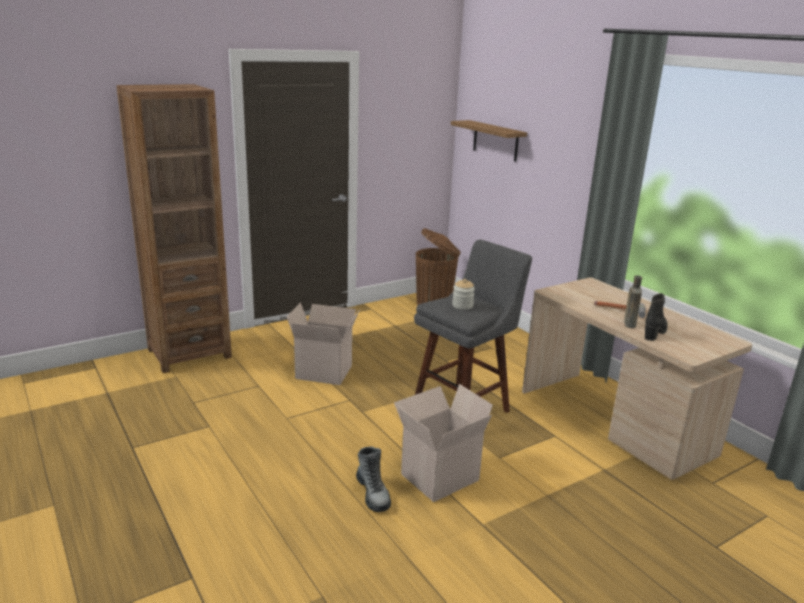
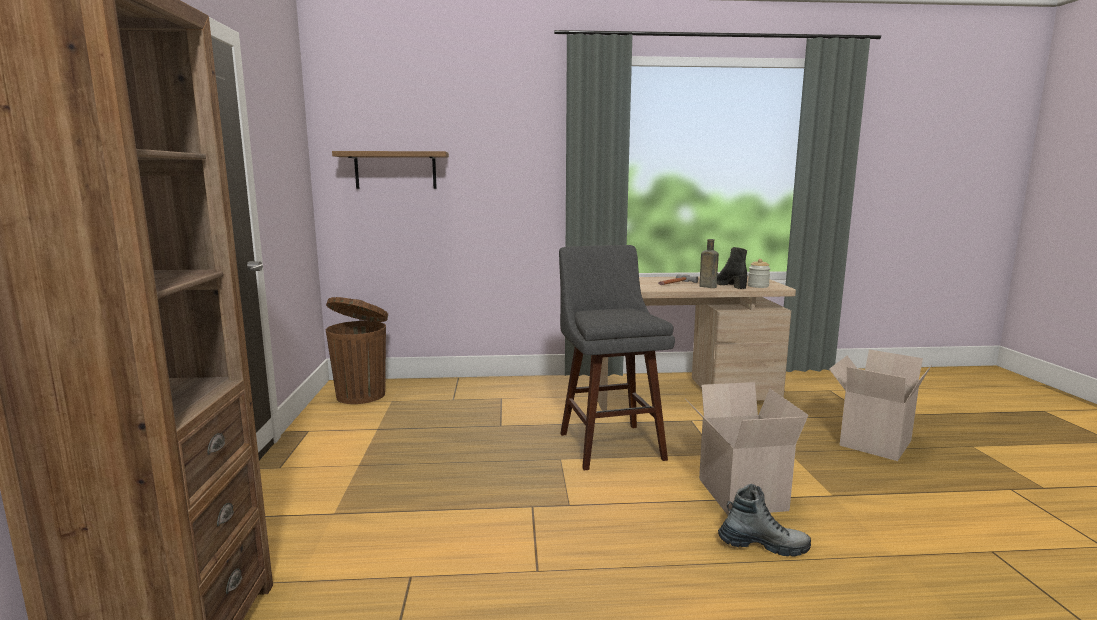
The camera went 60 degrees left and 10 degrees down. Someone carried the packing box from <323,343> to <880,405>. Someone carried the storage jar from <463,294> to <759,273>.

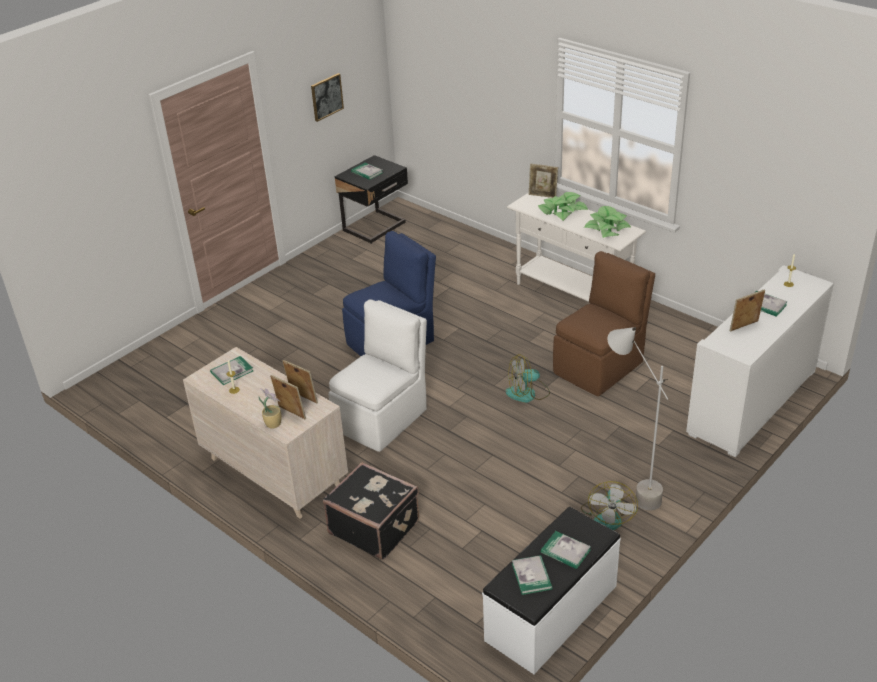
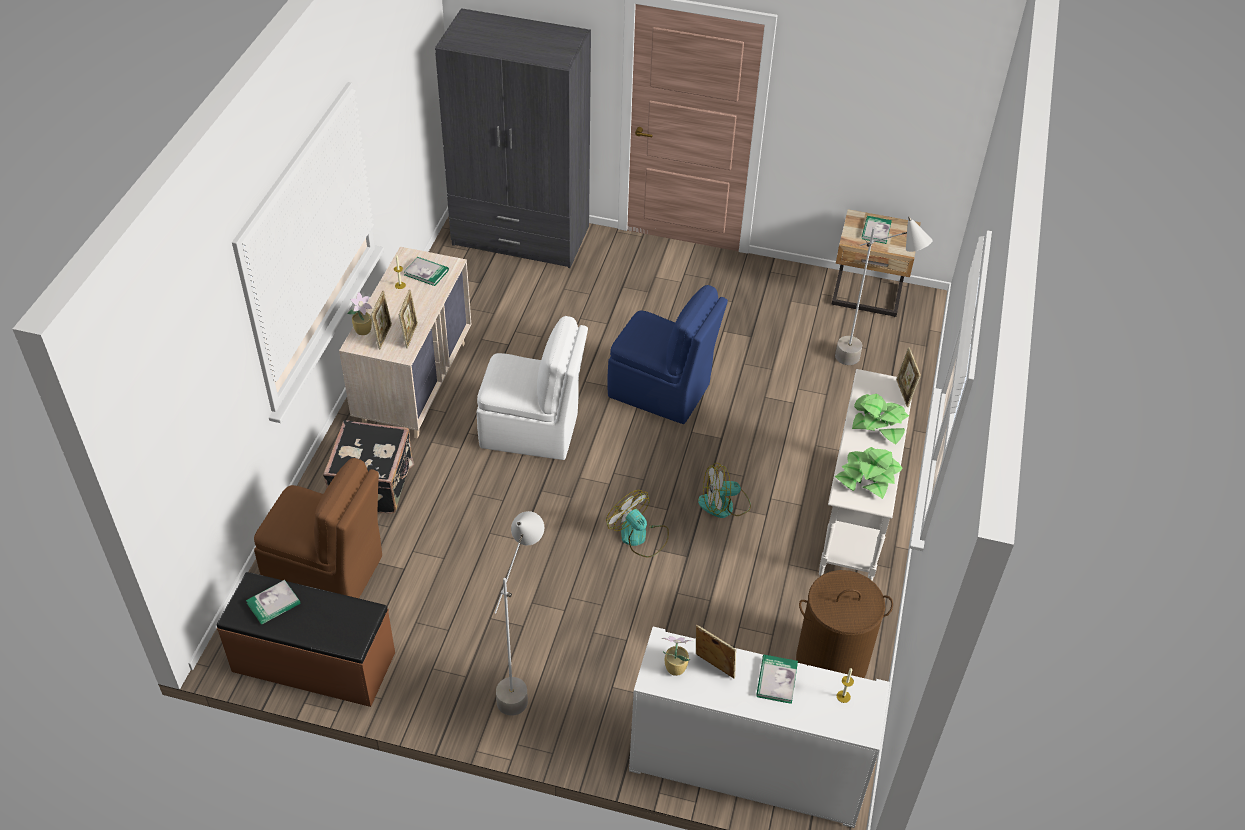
The camera went 60 degrees right and 10 degrees up. Someone took away the wall art at <327,97>. Someone took away the bound book at <566,550>. Someone put down the gray armoire at <513,138>. Someone put down the plant in a pot at <677,656>. Someone put down the brownish laundry basket at <844,624>. Someone put down the gray floor lamp at <884,290>. Someone carried the brownish plain chair from <604,323> to <318,528>. Someone carried the electric fan from <609,505> to <724,490>. Someone repainted the blackish bedside table at <371,199>, which became the sand-coloured bedside table at <876,263>. Someone repainted the whitish bench at <551,590>, which became the brownish bench at <306,639>.

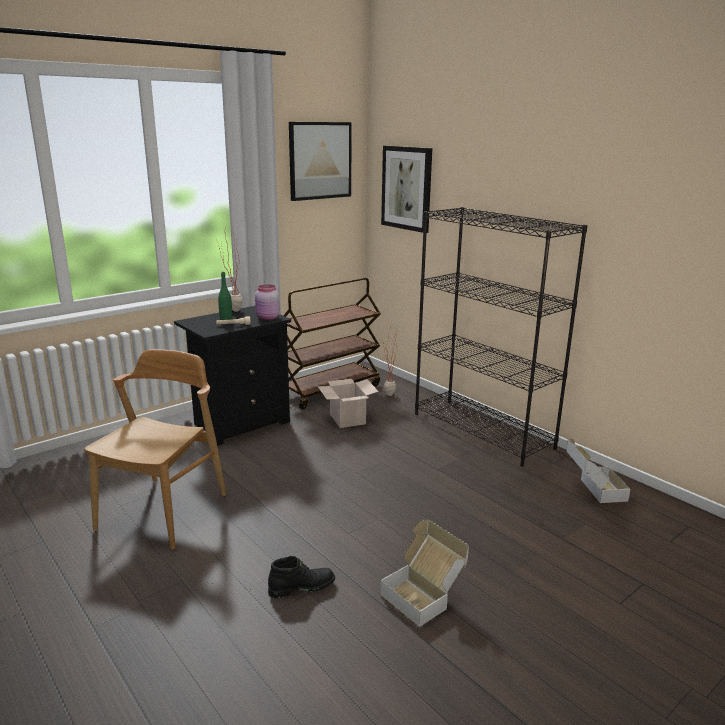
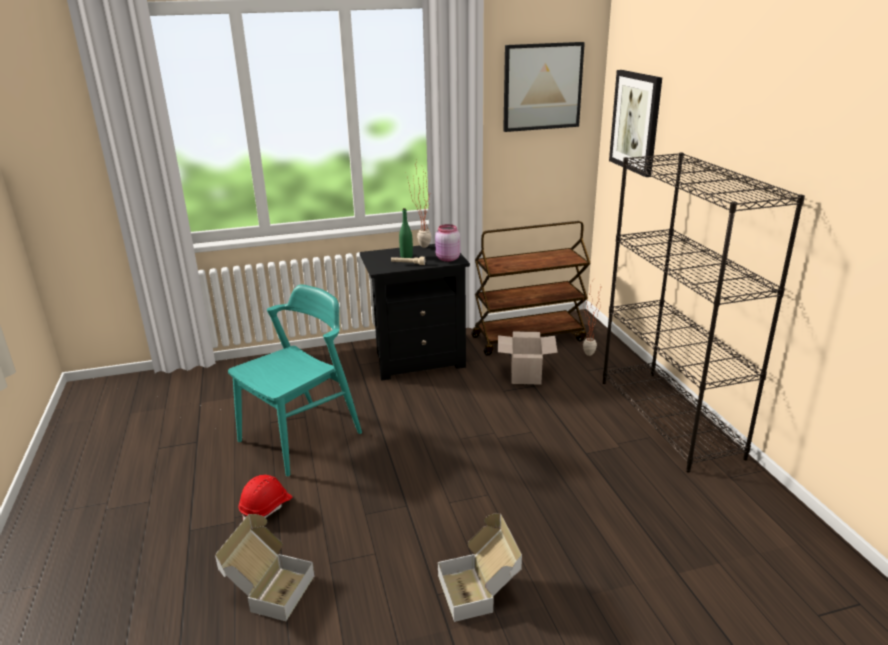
The camera went 25 degrees right and 5 degrees up. Someone took away the blackish tall boot at <301,577>. Someone put down the red-coloured work helmet at <265,497>. Someone carried the packing box from <598,471> to <265,567>. Someone repainted the brownish plain chair at <155,449>, which became the blue-green plain chair at <295,380>.

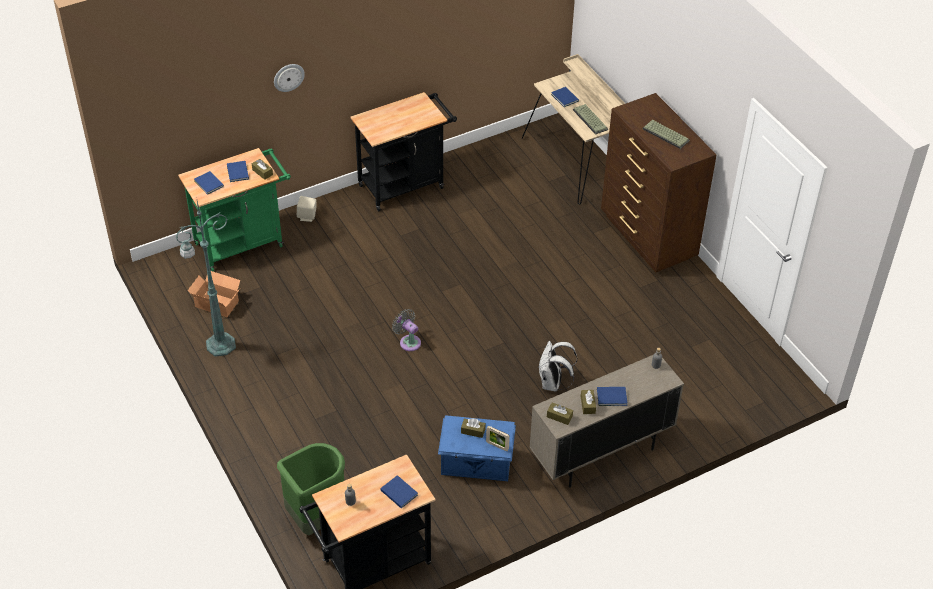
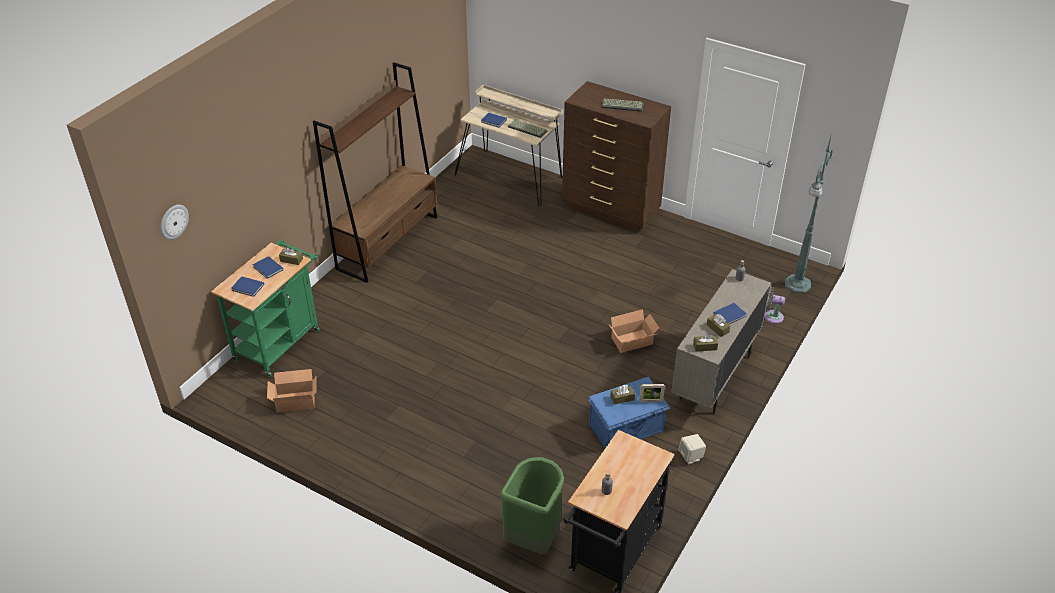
The camera went 30 degrees left and 5 degrees down. Someone took away the blue bound book at <399,491>. Someone carried the green floor lamp from <206,279> to <809,213>. Someone carried the clock on the wall from <289,78> to <175,222>. Someone carried the sand-coloured audio speaker from <307,209> to <692,449>. Someone carried the gray electric fan from <406,330> to <774,305>. Someone swapped the blackish cart at <403,152> for the brownish bookcase at <375,172>. Someone swapped the whitish knapsack at <558,366> for the packing box at <634,331>.

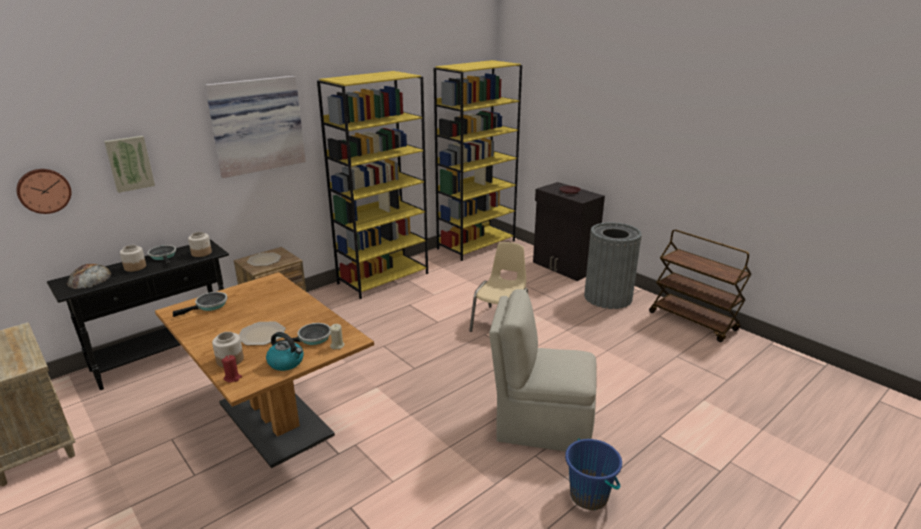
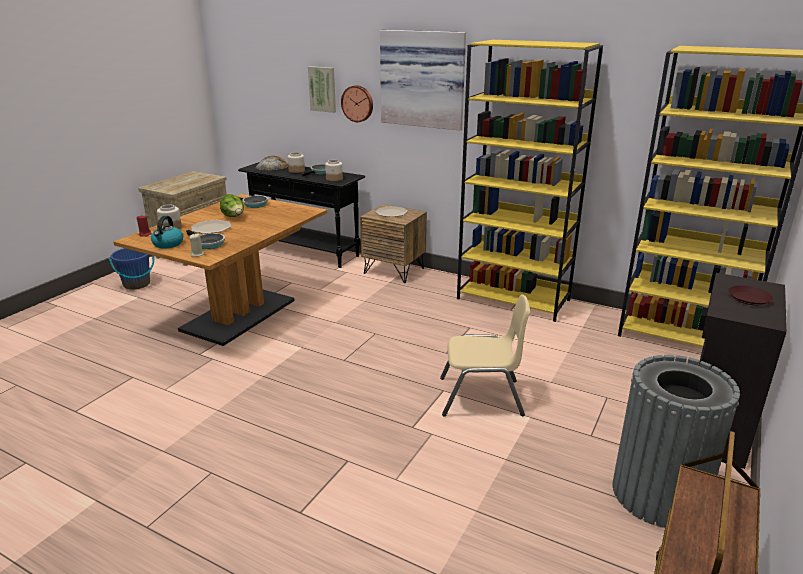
The camera went 70 degrees right and 0 degrees up. Someone took away the sand-coloured plain chair at <542,370>. Someone put down the head of lettuce at <232,205>. Someone carried the clock on the wall from <43,191> to <357,103>. Someone carried the blue pail from <593,474> to <131,269>.

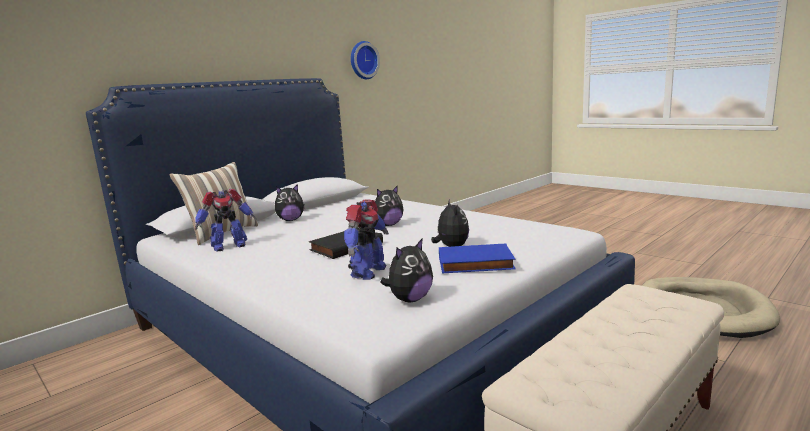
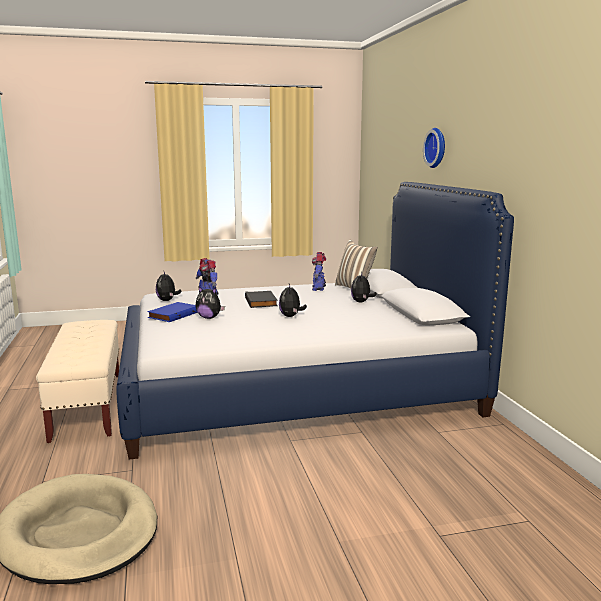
The camera went 120 degrees right and 0 degrees up. Someone carried the clock on the wall from <365,60> to <434,148>.

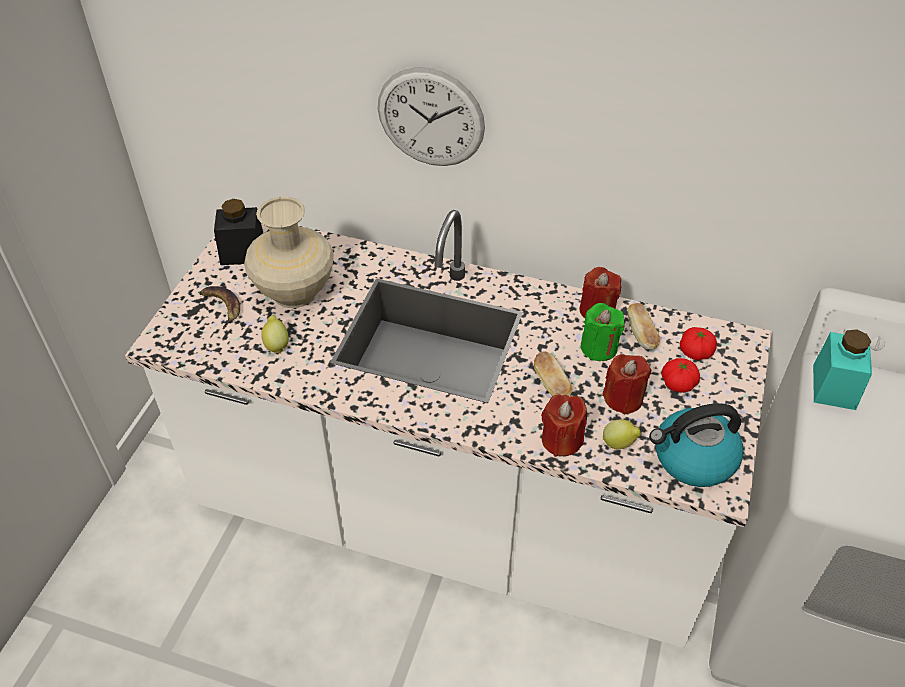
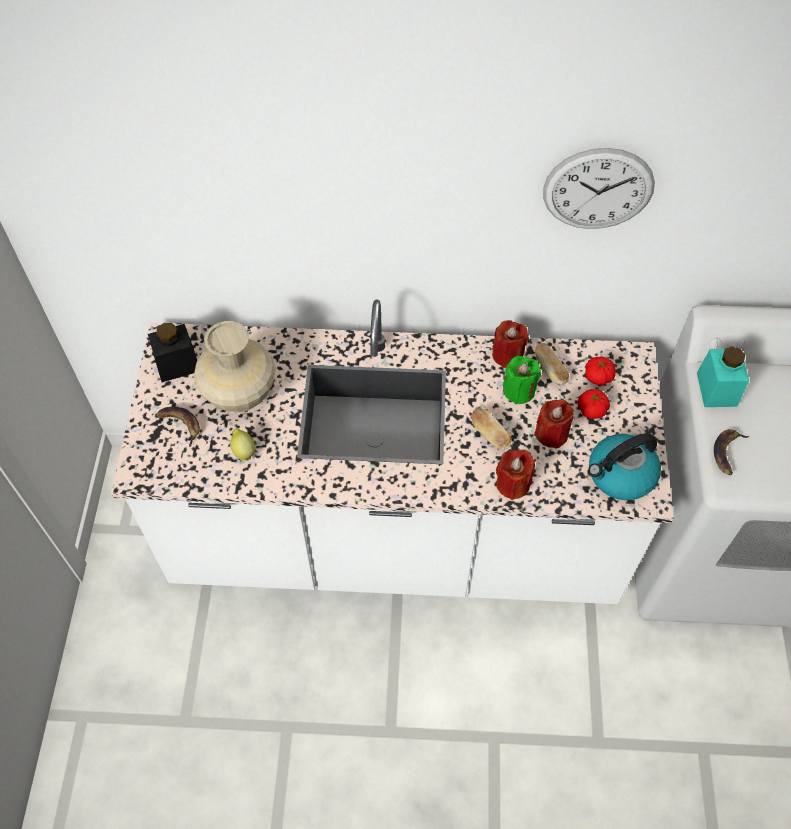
The camera went 15 degrees left and 10 degrees up. Someone took away the whole lemon at <622,434>. Someone put down the banana fruit at <731,452>. Someone carried the clock on the wall from <431,116> to <599,188>.

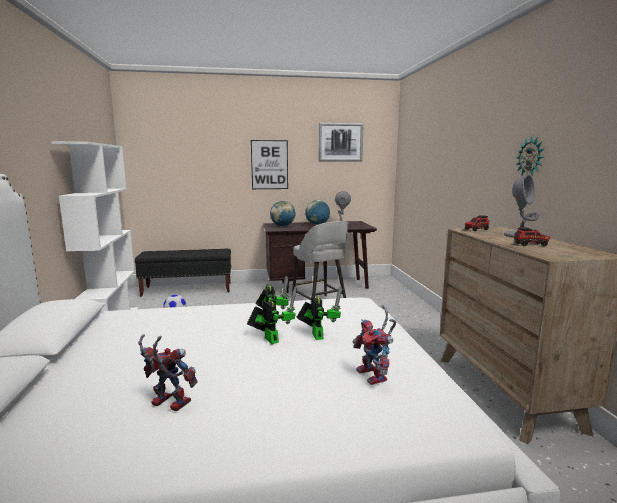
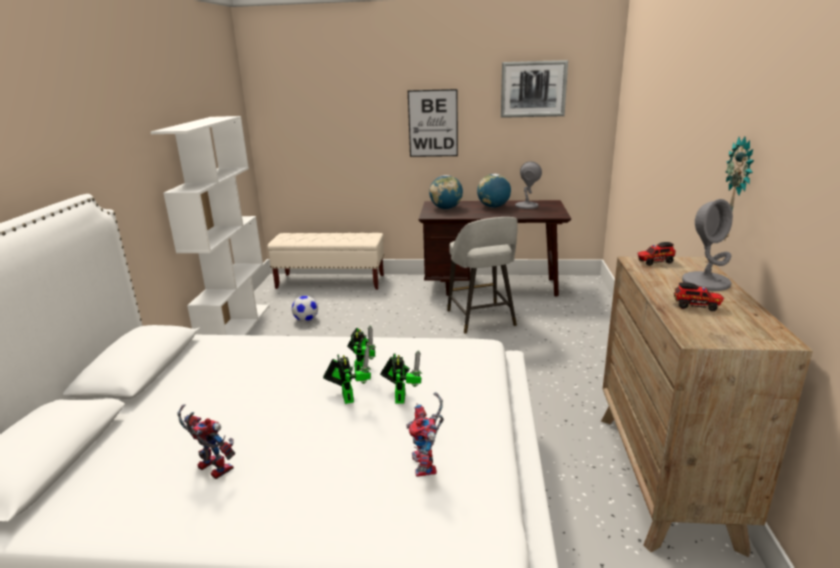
The camera went 15 degrees right and 10 degrees up. Someone repainted the blackish bench at <183,273>, which became the sand-coloured bench at <325,261>.

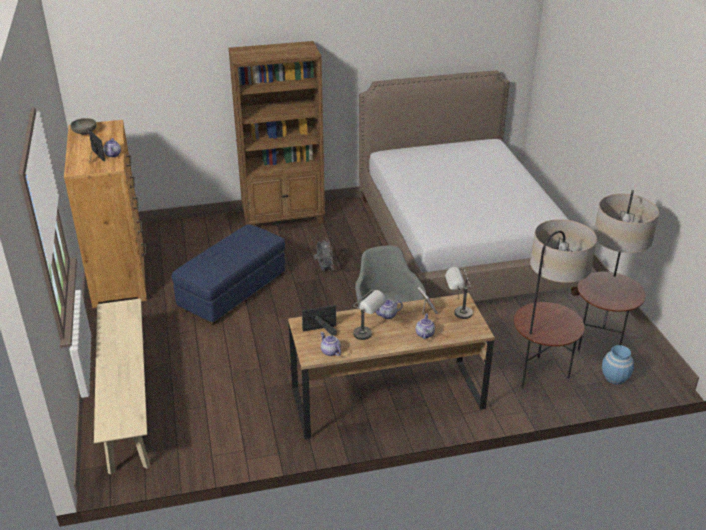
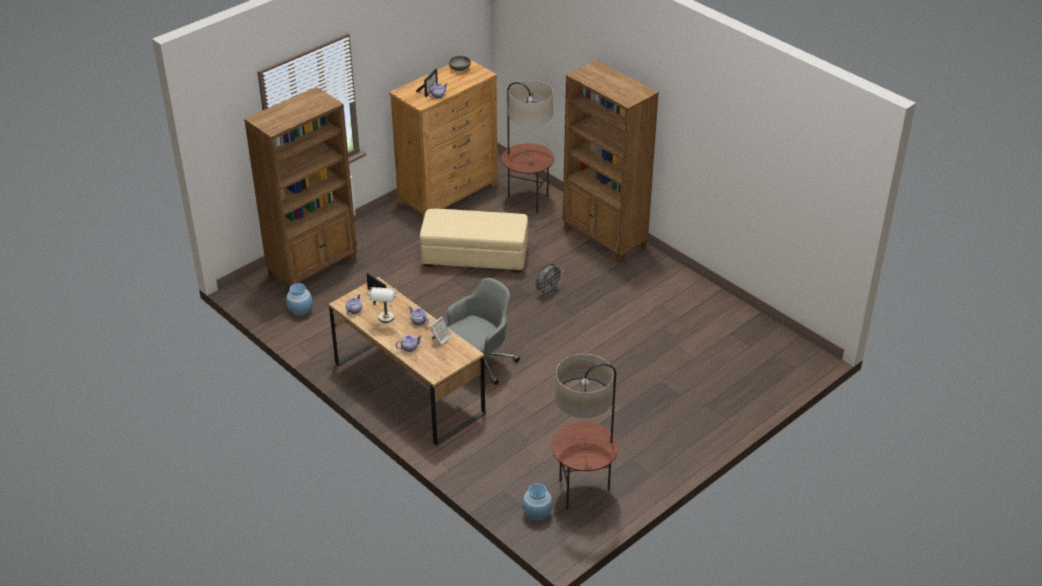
The camera went 60 degrees right and 5 degrees up. Someone took away the bed at <469,185>. Someone took away the gray tabletop lamp at <459,293>. Someone put down the blue decorative vase at <299,299>. Someone carried the floor lamp from <555,303> to <528,146>. Someone swapped the sand-coloured bench at <122,386> for the brownish bookcase at <300,189>. Someone repainted the blue footrest at <229,275>, which became the sand-coloured footrest at <474,241>.

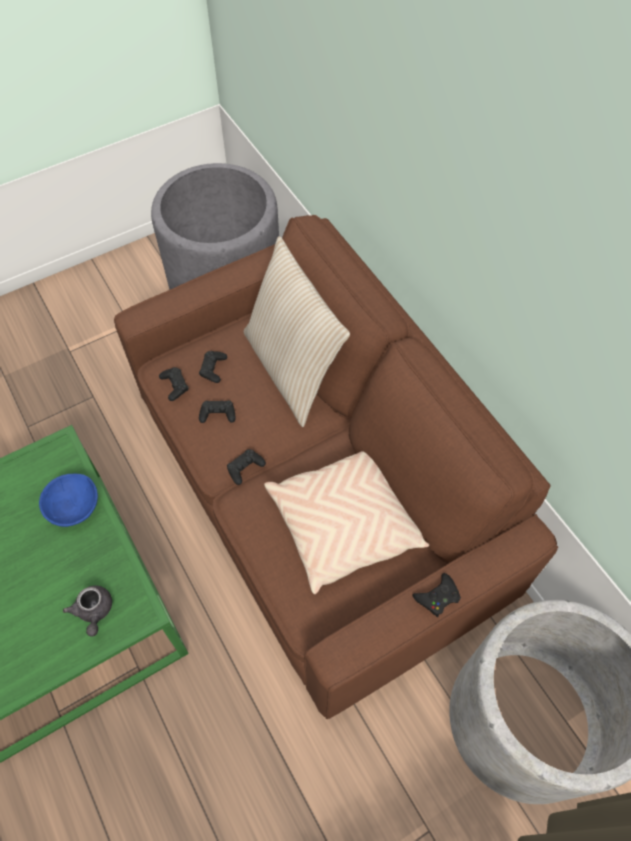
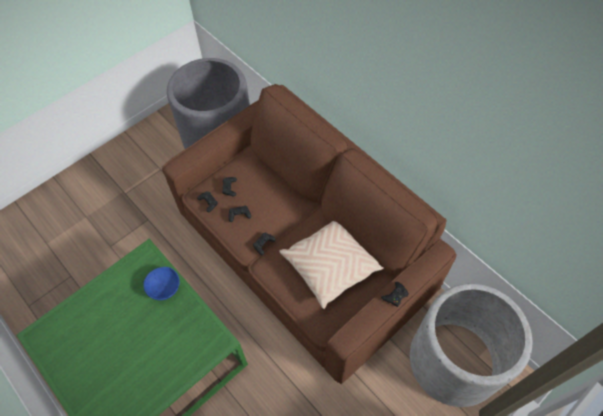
The camera went 10 degrees left and 0 degrees up. Someone took away the gray tea pot at <87,611>. Someone took away the sand-coloured pillow at <297,331>.

